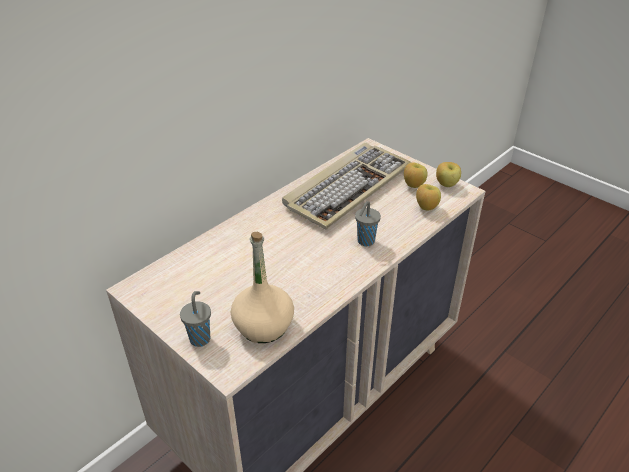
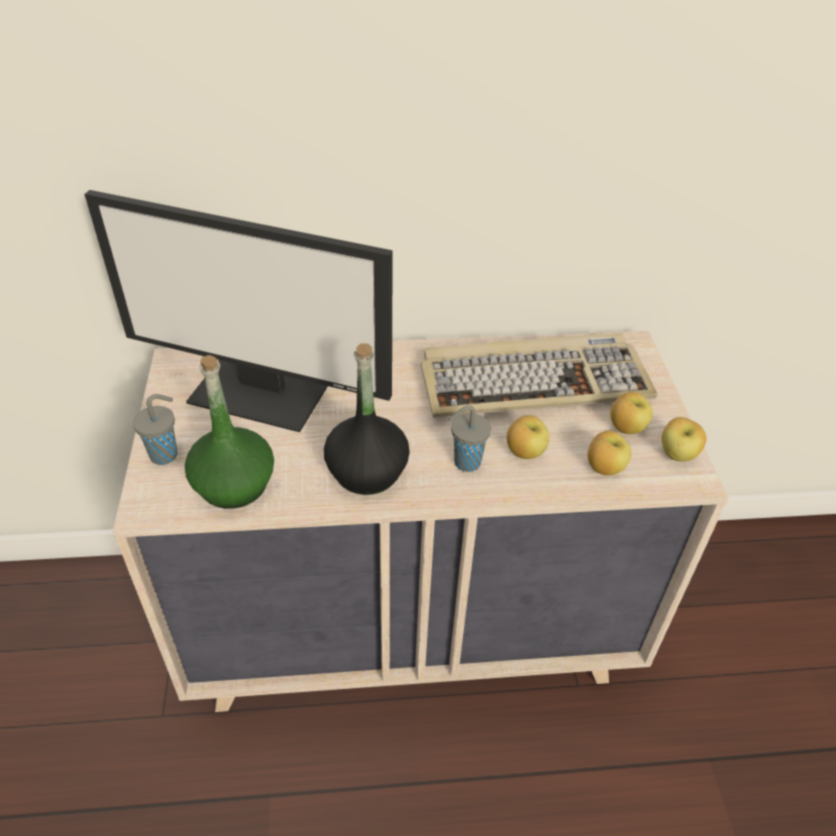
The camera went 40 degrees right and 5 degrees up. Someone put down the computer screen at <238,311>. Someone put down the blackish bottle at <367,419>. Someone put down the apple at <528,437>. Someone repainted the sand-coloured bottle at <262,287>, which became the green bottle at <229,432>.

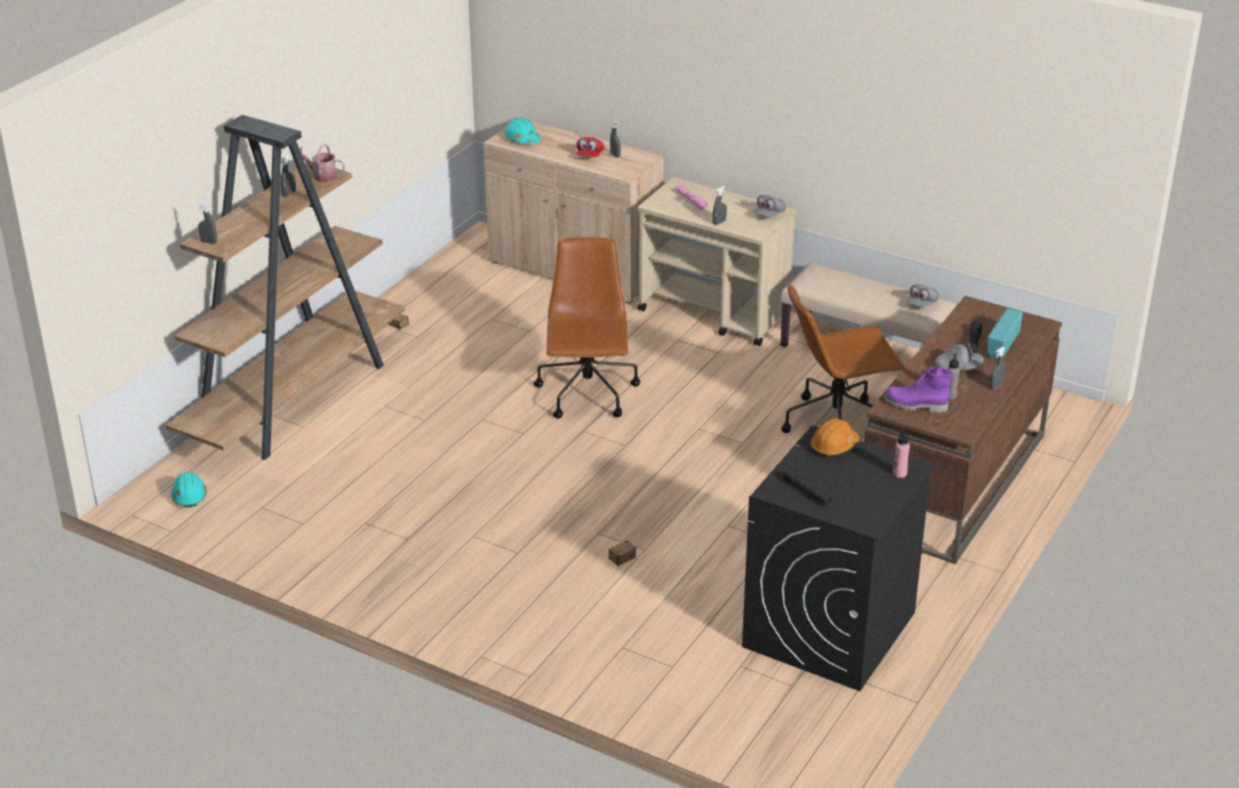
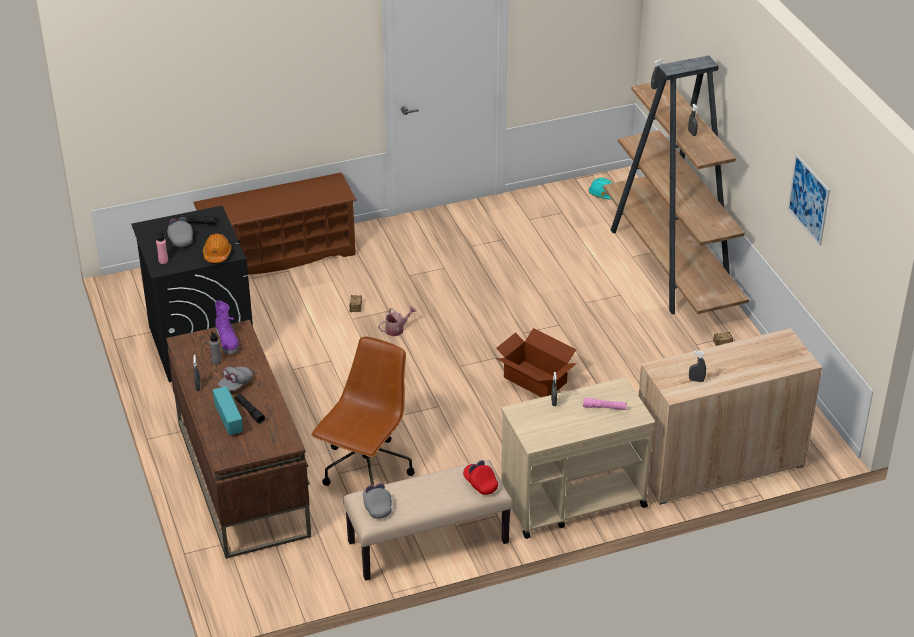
The camera went 130 degrees right and 5 degrees up. Someone took away the blue-green work helmet at <522,130>. Someone put down the brownish shoe stand at <275,223>. Someone put up the wall art at <809,199>. Someone carried the watering can from <322,163> to <397,321>. Someone carried the red-coloured peaked cap from <590,147> to <480,477>. Someone carried the gray peaked cap from <769,206> to <180,232>. Someone swapped the brownish desk chair at <587,327> for the packing box at <536,362>. Someone rotated the purplish tall boot at <918,390> by 105 degrees clockwise.

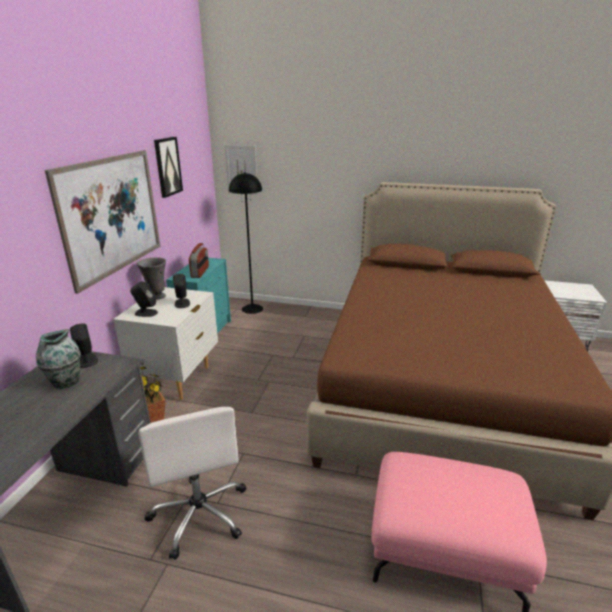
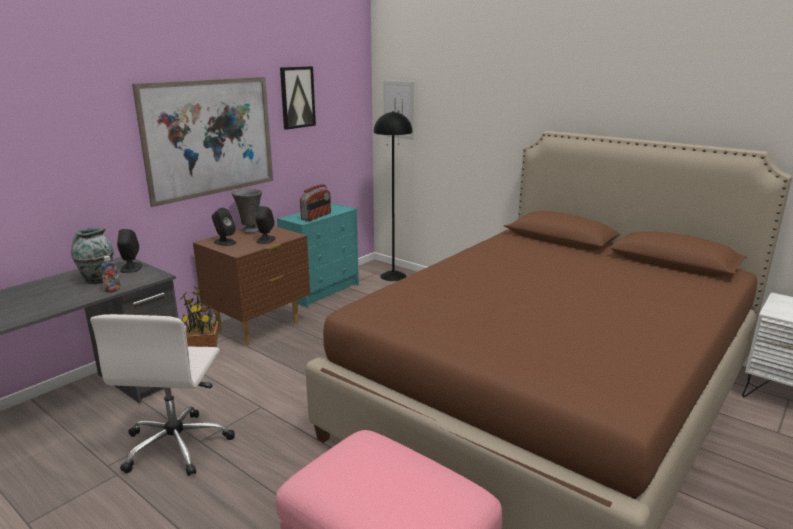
The camera went 25 degrees right and 5 degrees down. Someone put down the bottle at <110,274>. Someone repainted the whitish bedside table at <165,343>, which became the brownish bedside table at <251,285>.

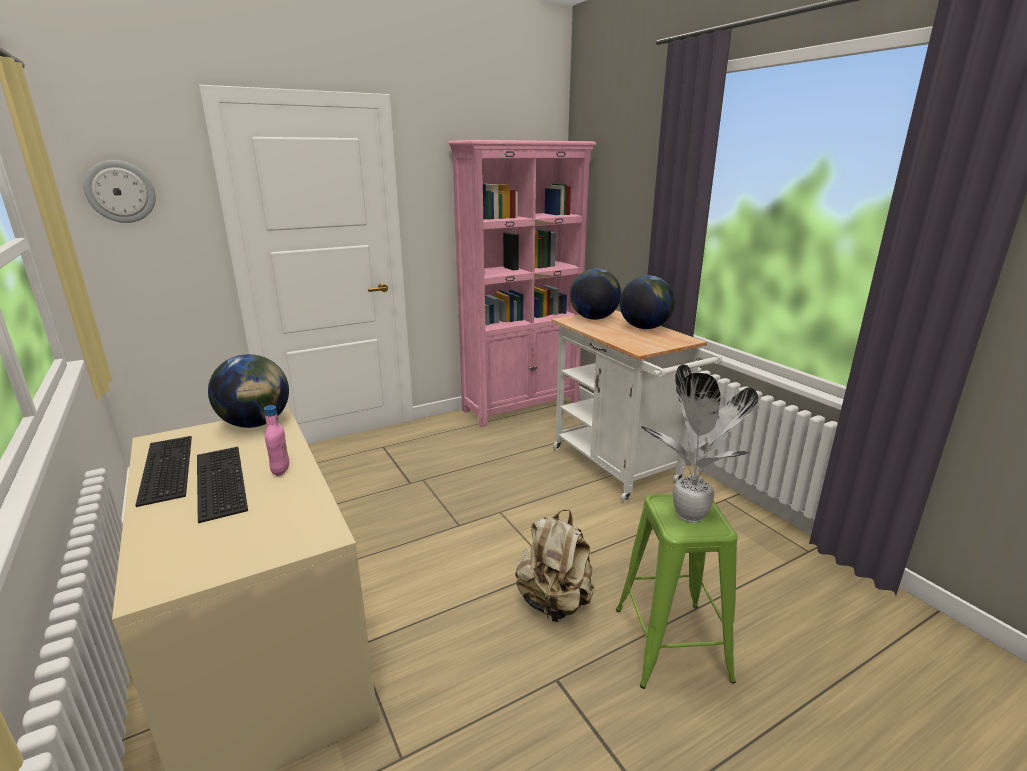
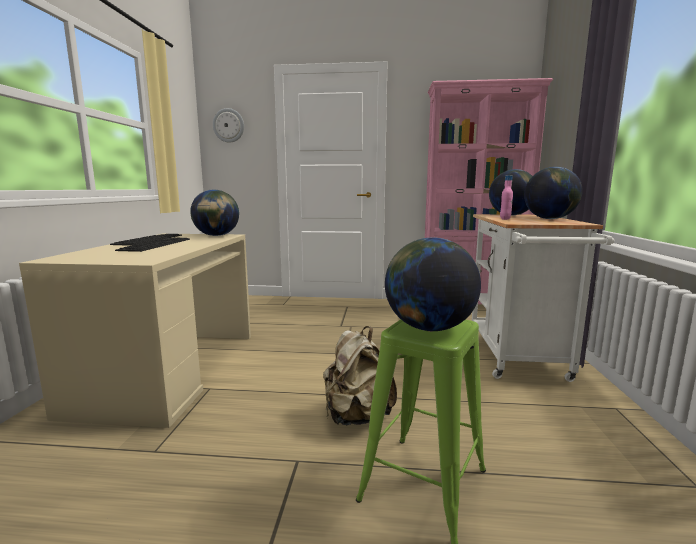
The camera went 35 degrees right and 10 degrees down. Someone carried the pinkish bottle from <276,440> to <506,198>. Someone swapped the plant in a pot at <699,443> for the desk globe at <433,284>.

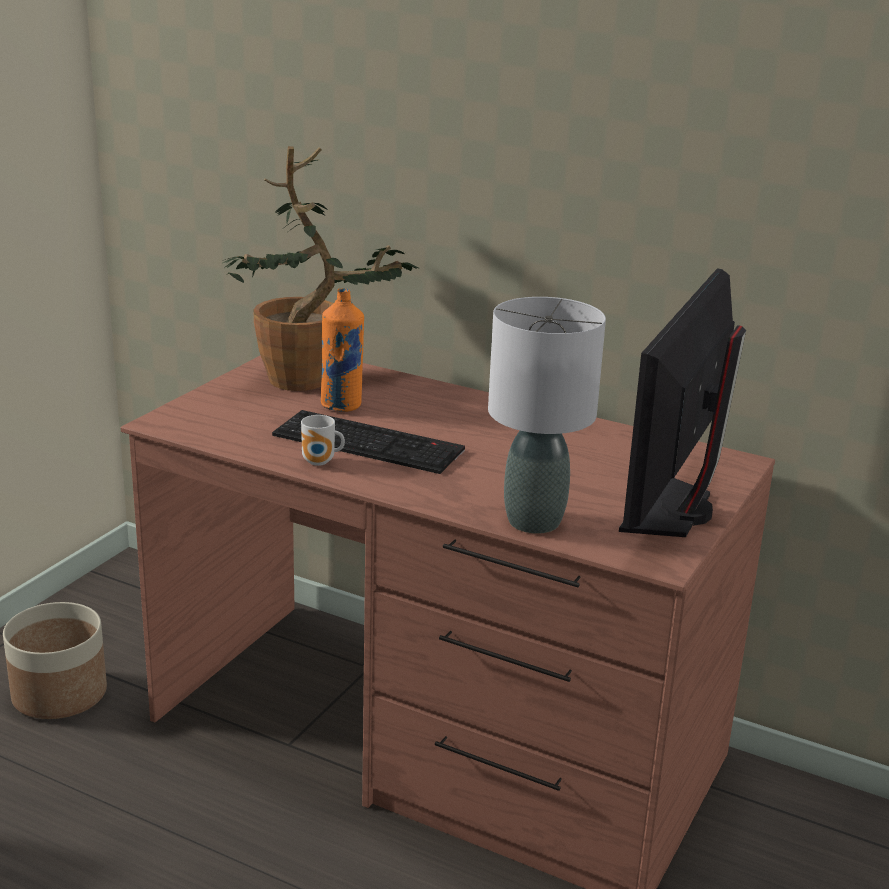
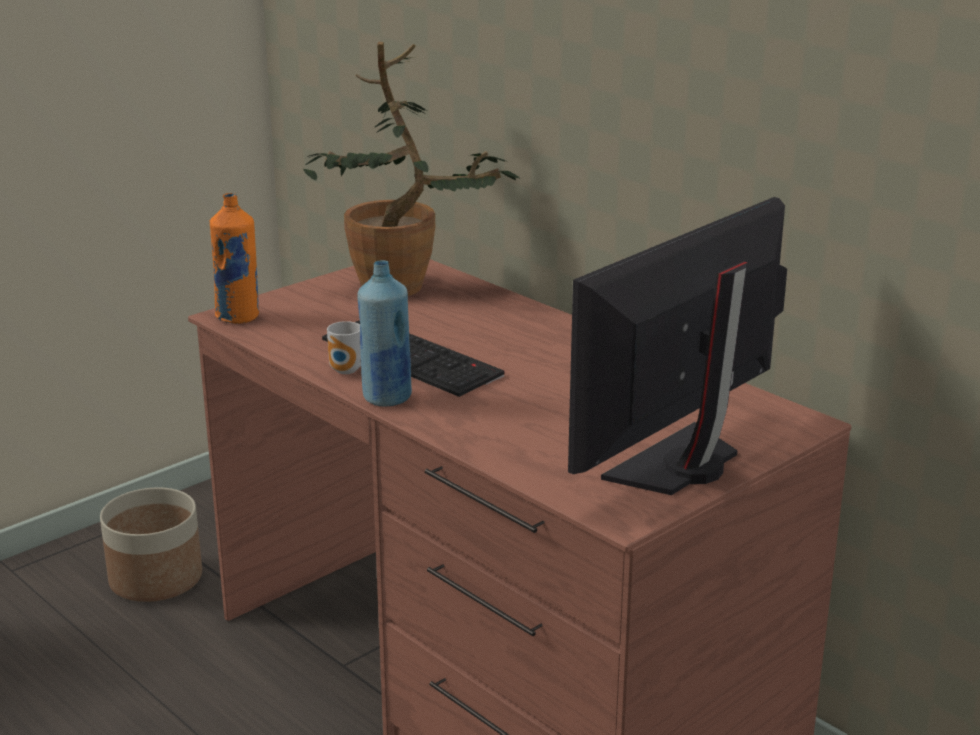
The camera went 20 degrees right and 0 degrees up. Someone took away the gray tabletop lamp at <547,415>. Someone put down the blue bottle at <385,333>. Someone carried the orange bottle from <342,350> to <234,258>.

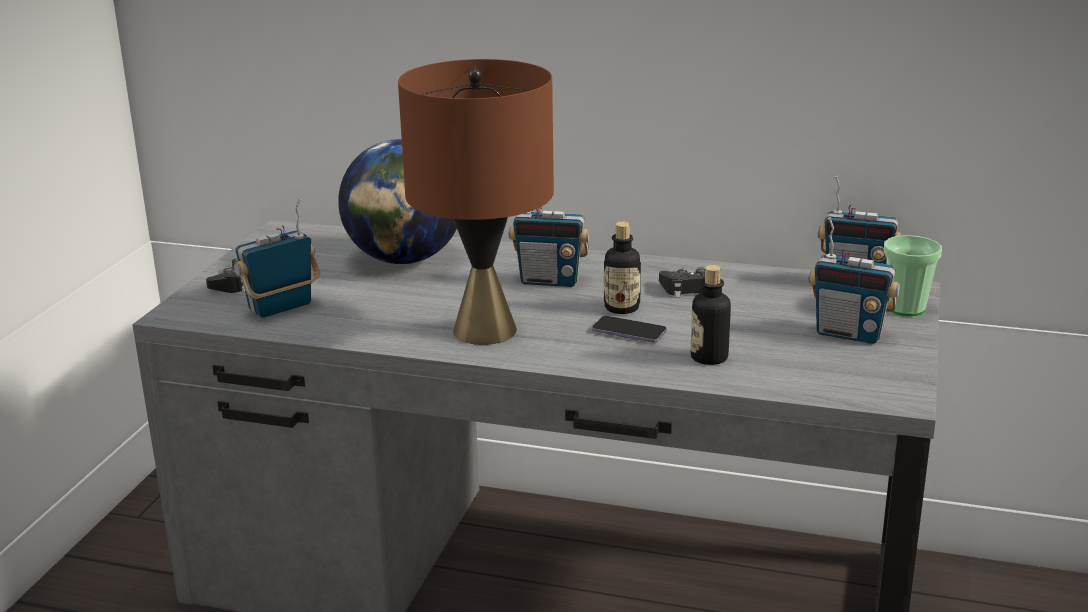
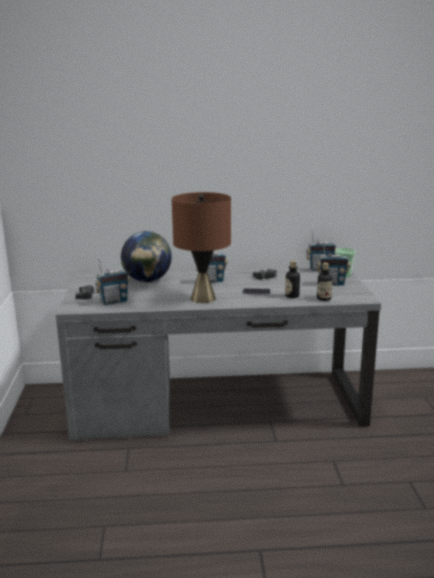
The camera went 20 degrees left and 5 degrees down. Someone carried the bottle from <622,268> to <324,282>. Someone rotated the radio set at <277,258> by 150 degrees counterclockwise.

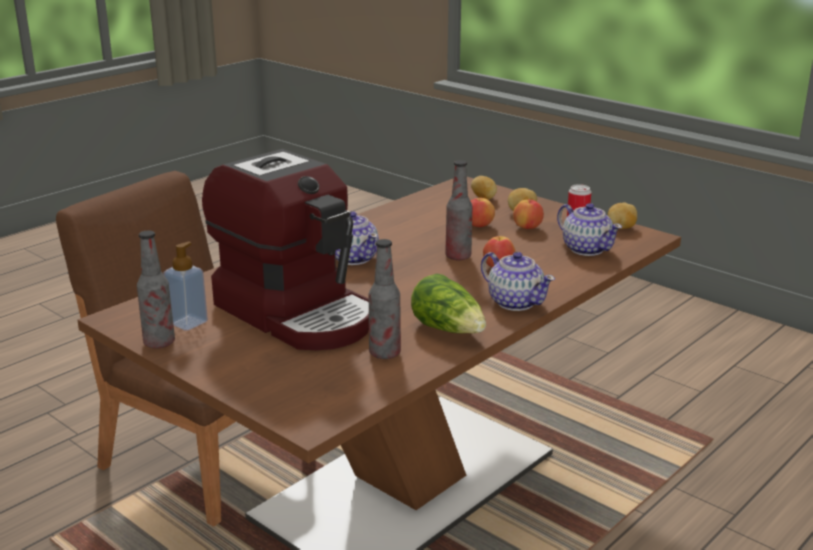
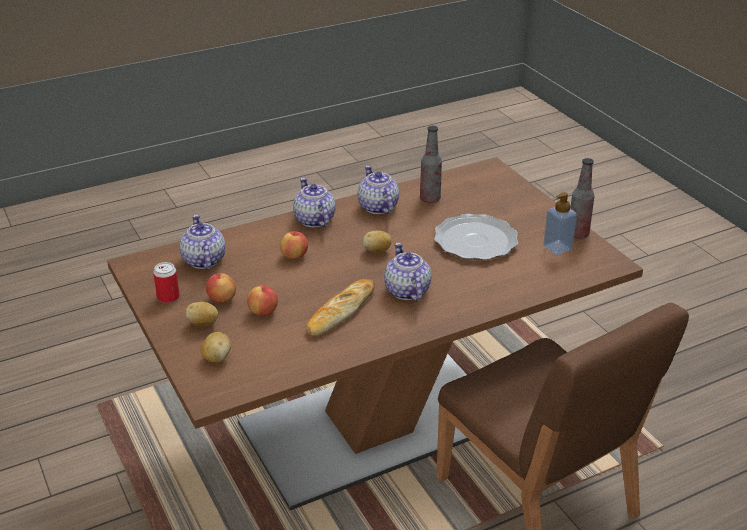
The camera went 160 degrees left and 10 degrees up. Someone took away the bottle at <458,210>. Someone put down the baked bread at <340,307>. Someone carried the potato from <622,216> to <377,242>. Someone swapped the coffee maker at <285,249> for the dinner plate at <476,237>. Someone swapped the head of lettuce at <448,303> for the tea pot at <378,189>.

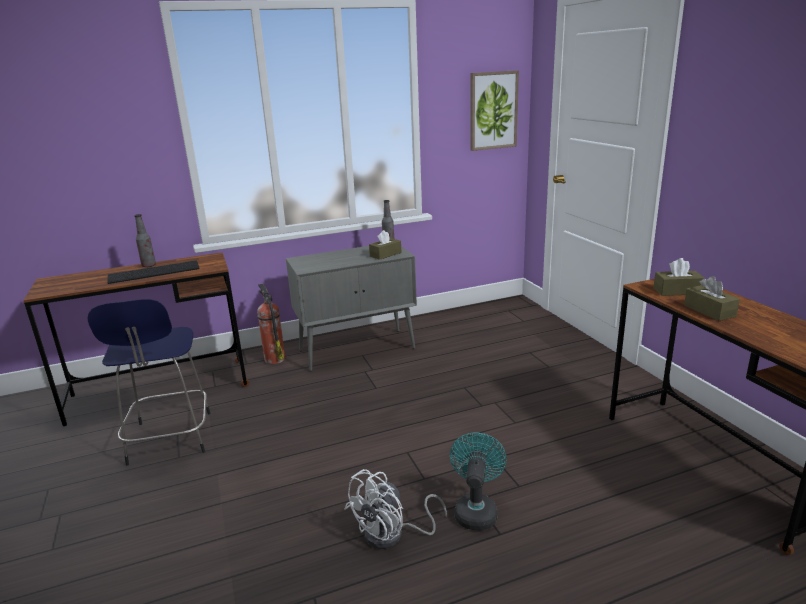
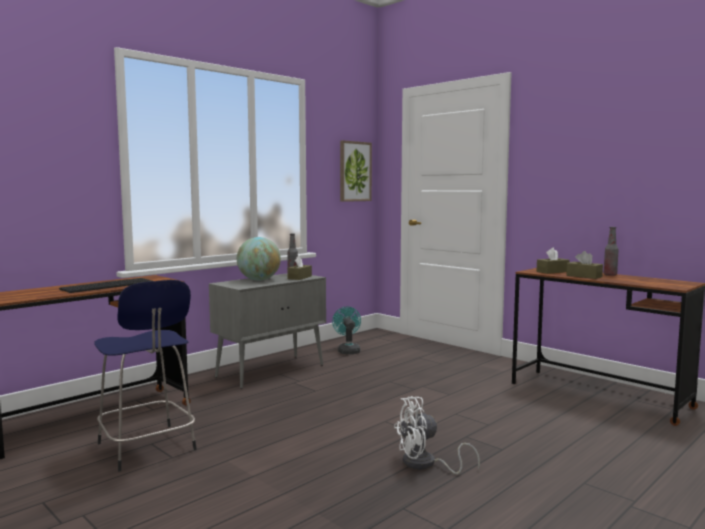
The camera went 25 degrees left and 15 degrees down. Someone took away the fire-fighting cylinder at <271,324>. Someone put down the desk globe at <259,259>. Someone carried the bottle from <145,240> to <611,251>. Someone carried the blue-green electric fan from <478,481> to <346,330>. Someone rotated the whitish electric fan at <396,509> by 60 degrees clockwise.

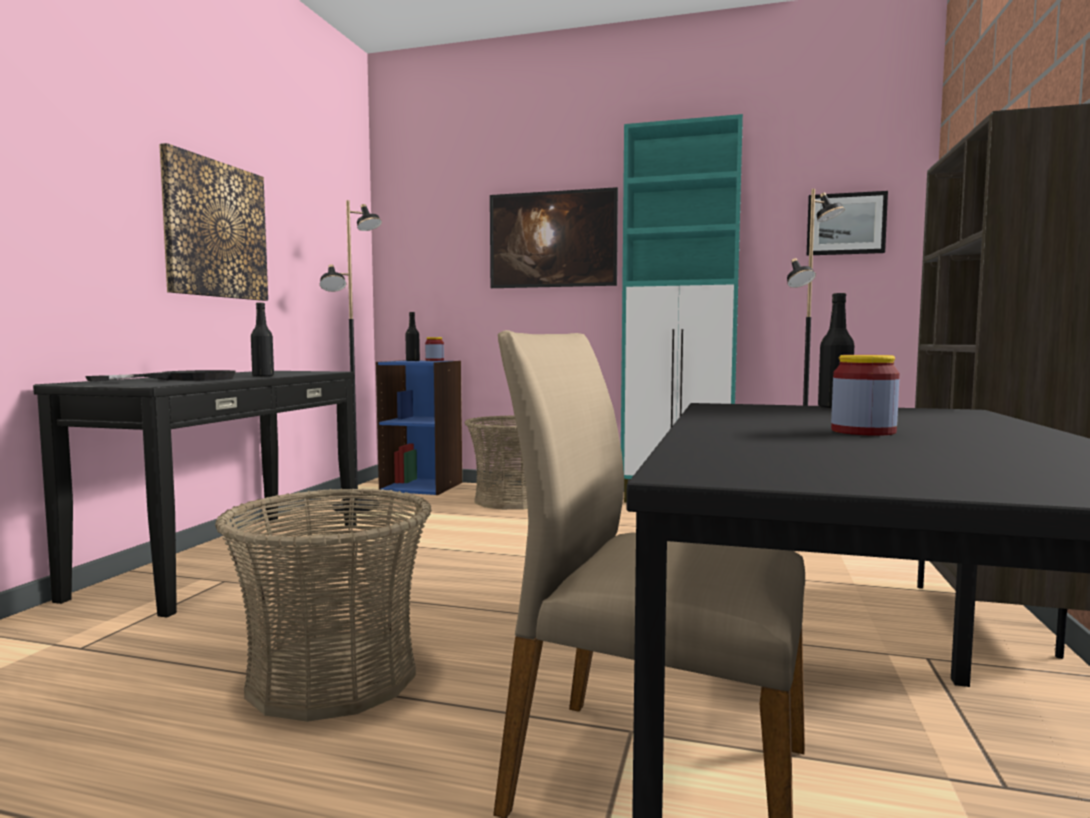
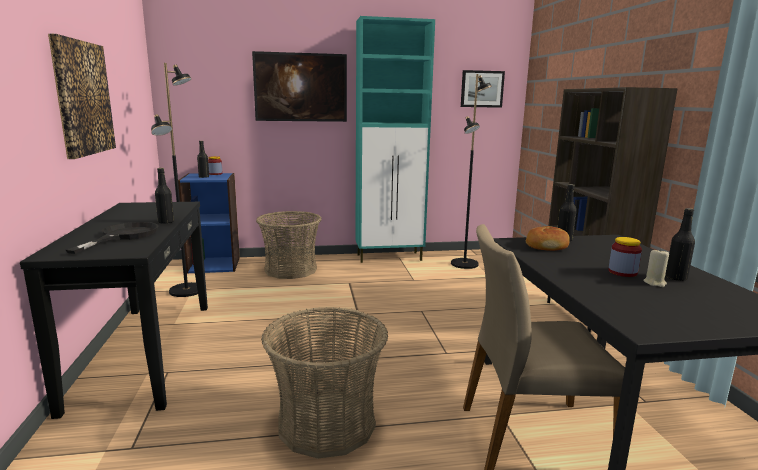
The camera went 25 degrees left and 10 degrees up. Someone put down the baked bread at <548,238>. Someone put down the sand-coloured wax light at <656,268>. Someone put down the blackish bottle at <680,244>.

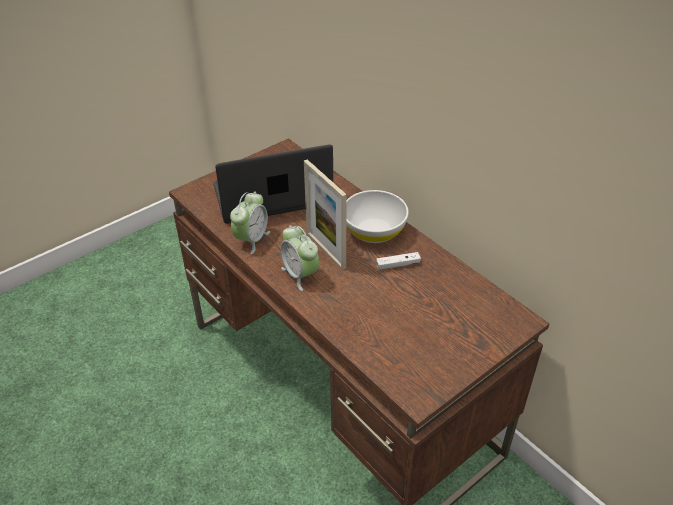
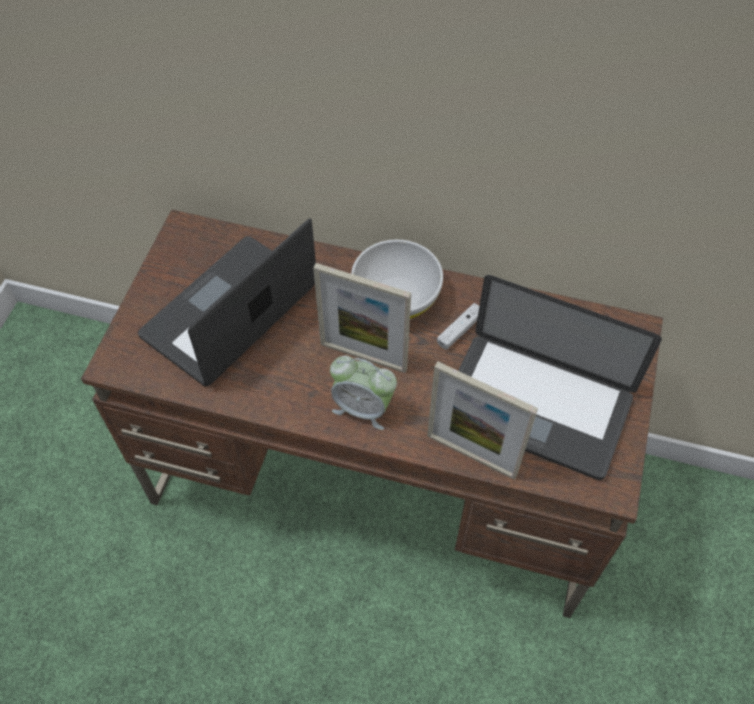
The camera went 35 degrees left and 15 degrees up. Someone took away the alarm clock at <250,223>. Someone put down the standing frame at <482,420>. Someone put down the notebook computer at <560,377>.

